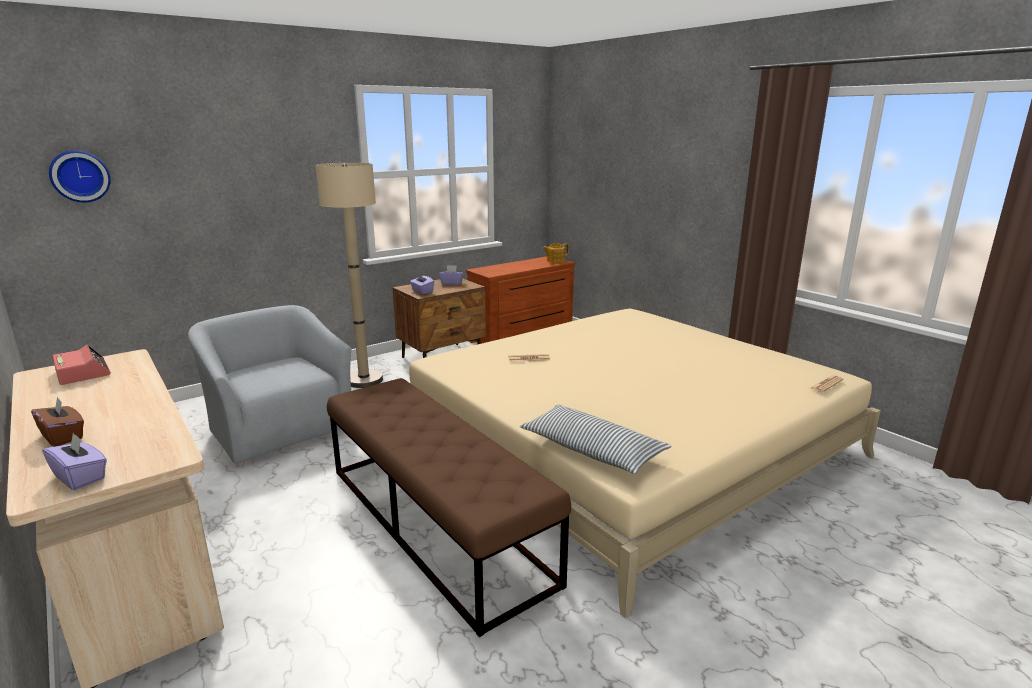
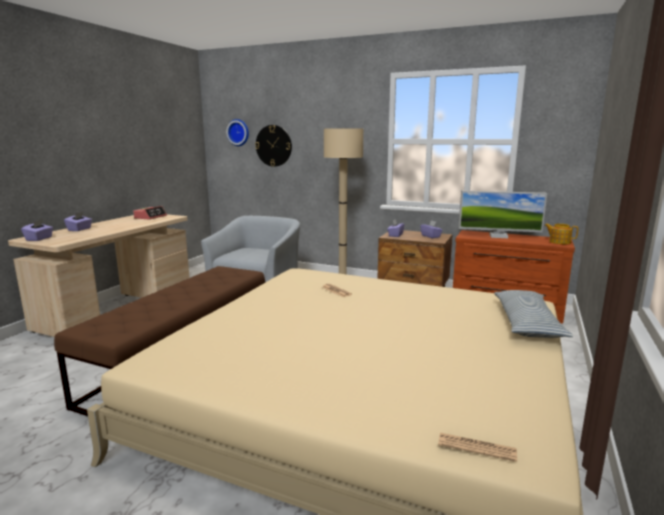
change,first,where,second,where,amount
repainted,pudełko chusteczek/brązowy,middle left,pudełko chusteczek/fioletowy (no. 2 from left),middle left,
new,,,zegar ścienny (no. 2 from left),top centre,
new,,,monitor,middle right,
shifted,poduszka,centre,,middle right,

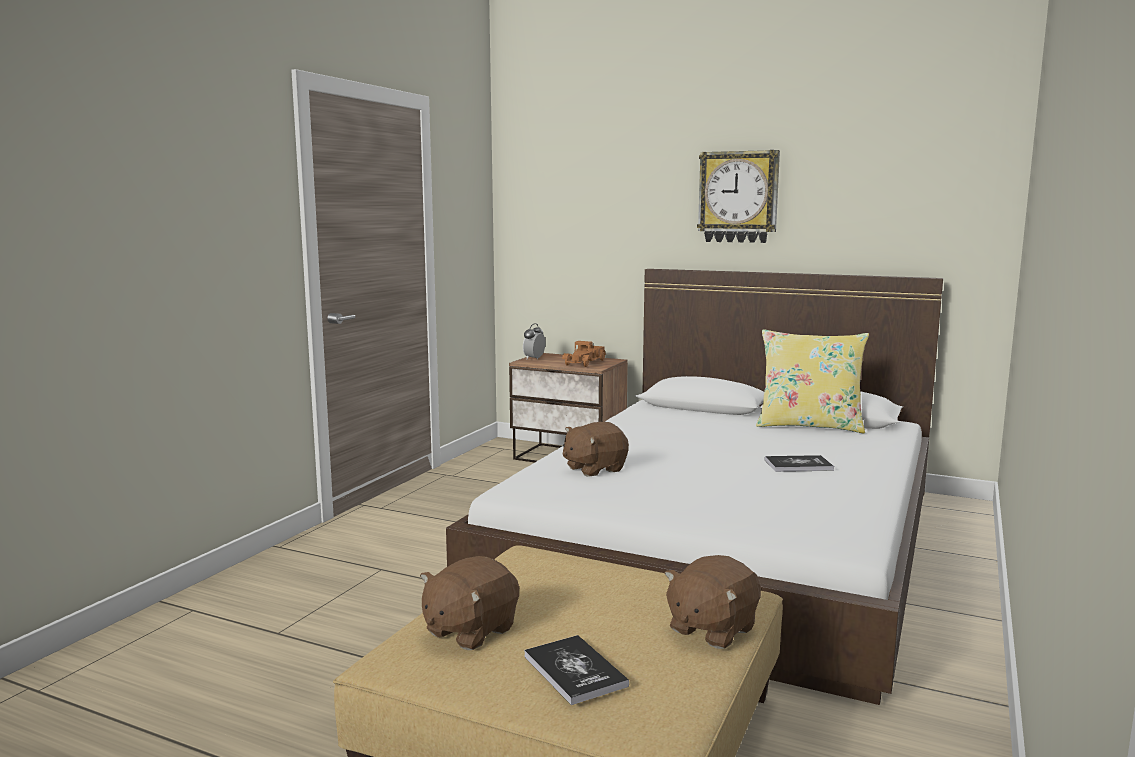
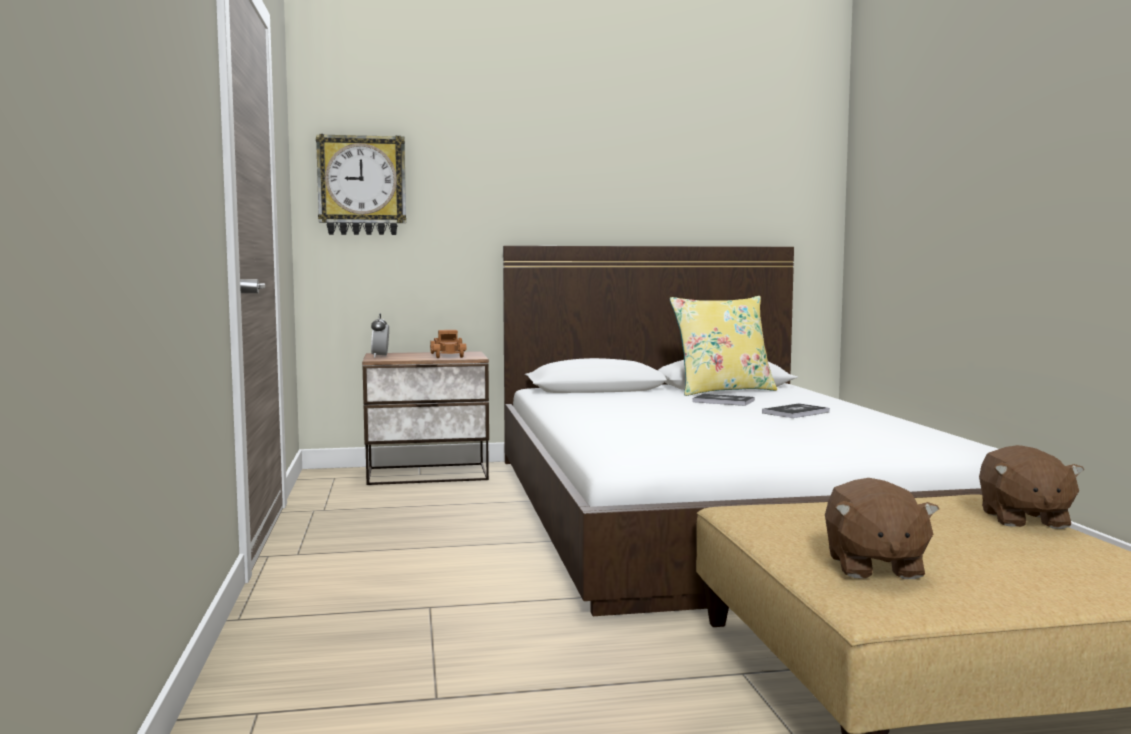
change,first,where,second,where,amount
shifted,zegar ścienny,top centre,,top left,
shifted,książka (no. 1 from left),bottom centre,,centre,
gone,pluszak/brązowy (no. 2 from left),centre,,,

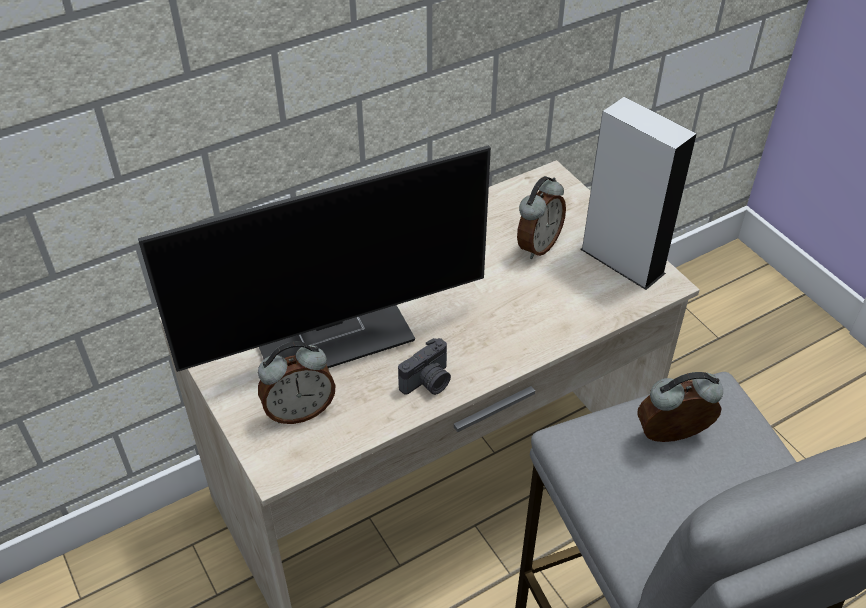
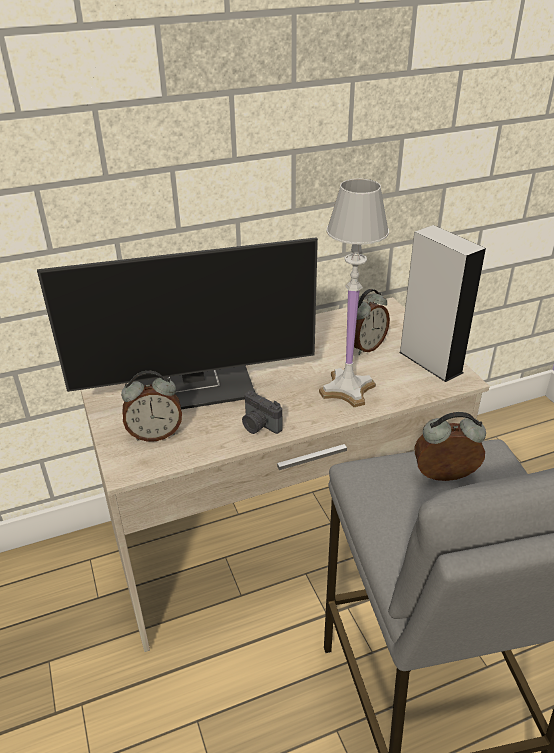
change,first,where,second,where,amount
rotated,aparat fotograficzny,centre,,centre,75 degrees clockwise
new,,,lampa stołowa/biały,centre,

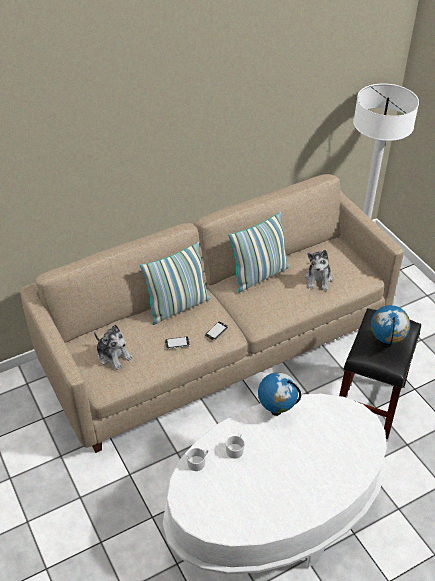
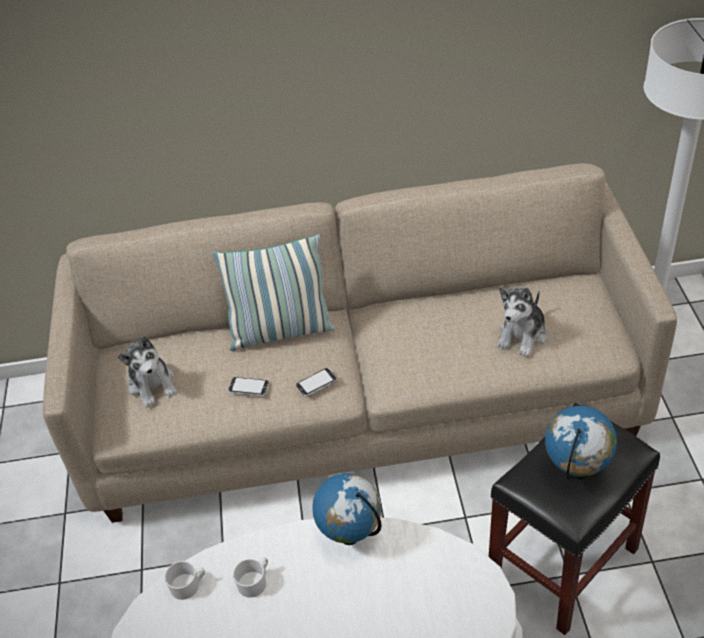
change,first,where,second,where,amount
gone,poduszka (no. 2 from left),centre,,,

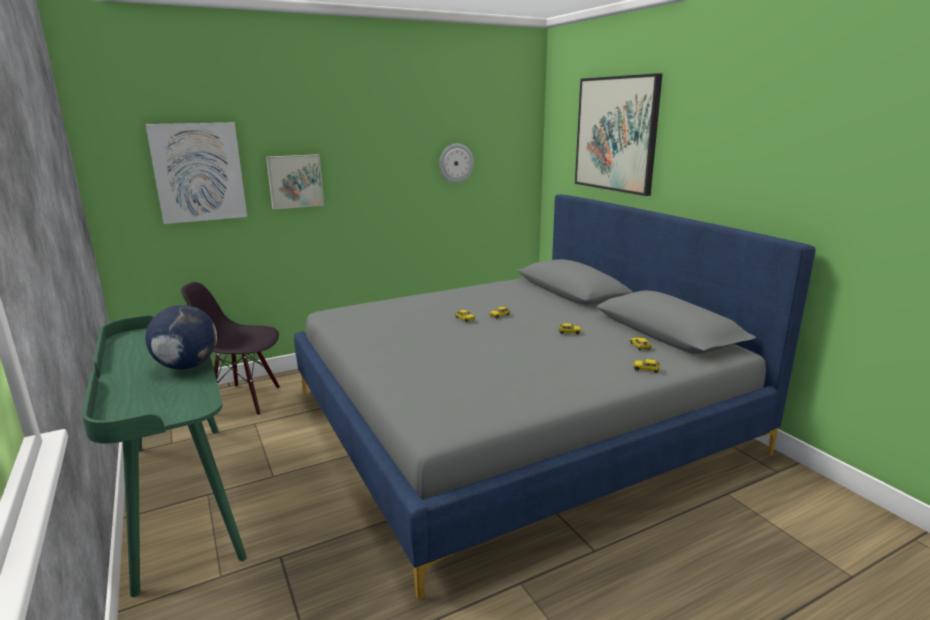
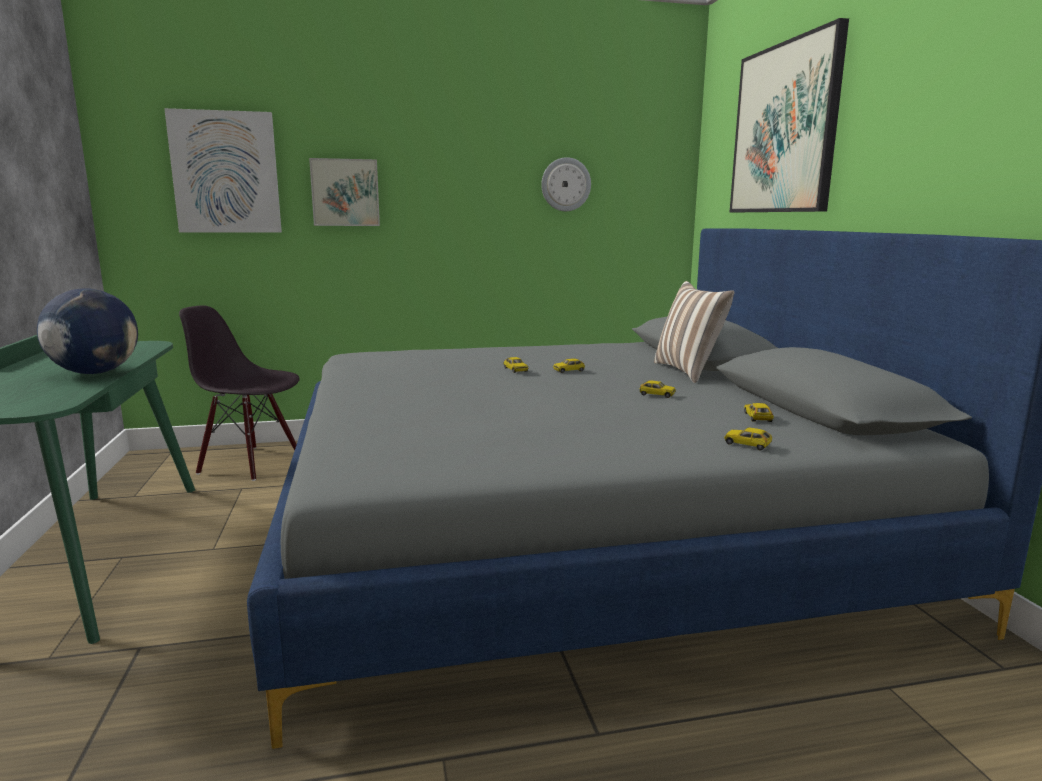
change,first,where,second,where,amount
new,,,poduszka,centre,

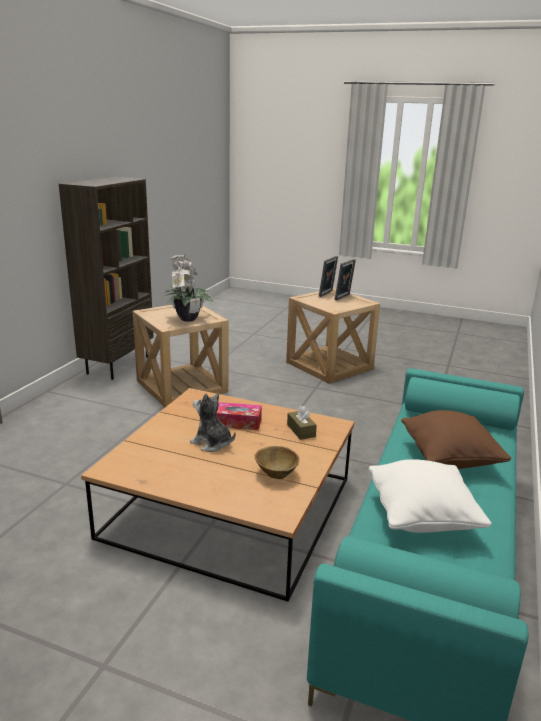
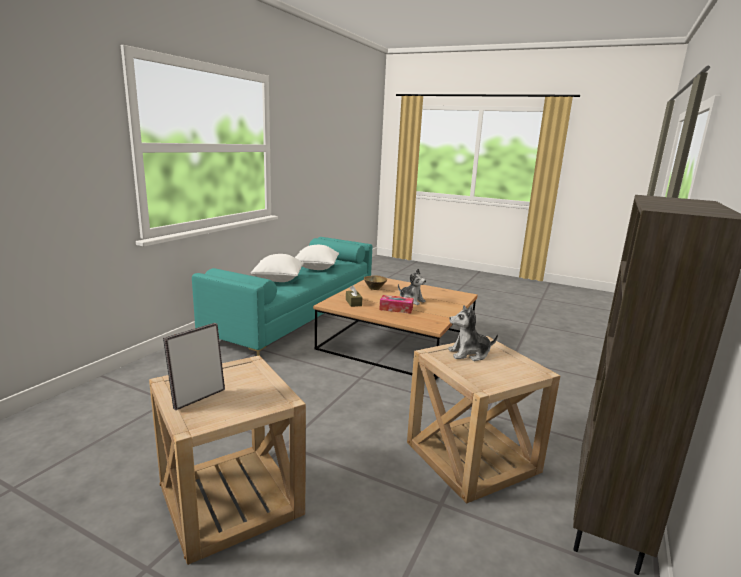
change,first,where,second,where,amount
repainted,poduszka/brązowy,middle right,poduszka/biały (no. 1 from left),centre,
swapped,roślina doniczkowa,centre,pluszak (no. 2 from left),centre,
gone,ramka na zdjęcie (no. 1 from left),centre,,,

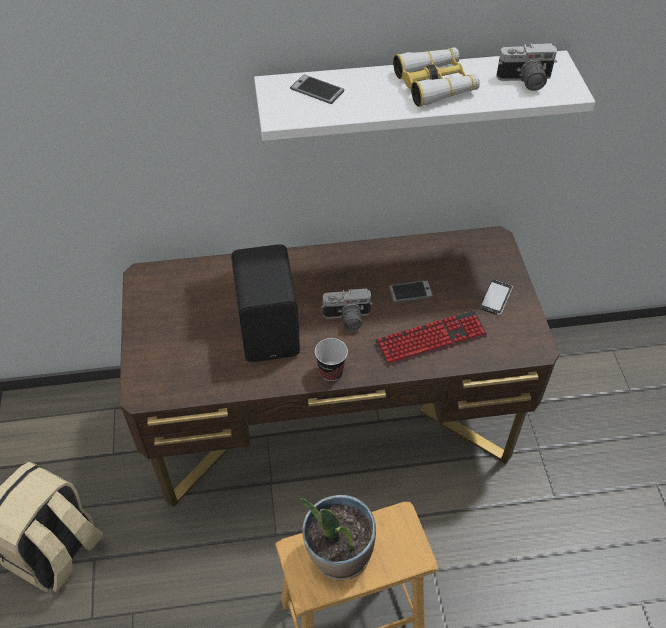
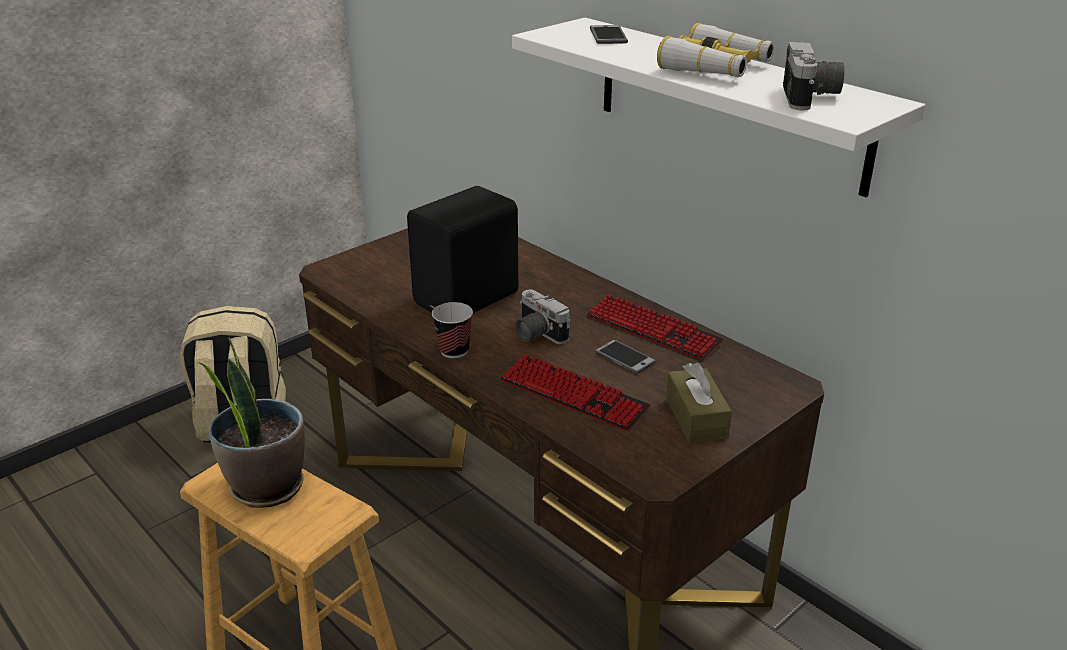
change,first,where,second,where,amount
new,,,klawiatura (no. 2 from left),centre,
swapped,telefon (no. 3 from left),middle right,pudełko chusteczek/brązowy,centre,
rotated,aparat fotograficzny (no. 2 from left),top right,,top right,135 degrees counterclockwise

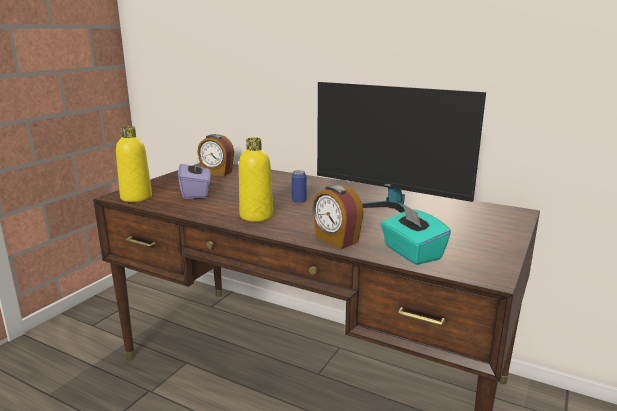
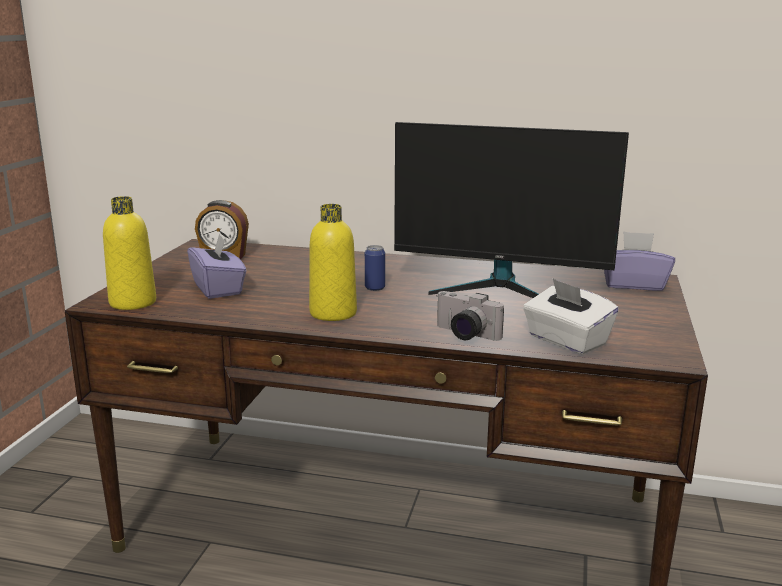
change,first,where,second,where,amount
swapped,budzik (no. 2 from left),centre,aparat fotograficzny,centre,
repainted,pudełko chusteczek/turkusowy,middle right,pudełko chusteczek/biały,middle right,
new,,,pudełko chusteczek/fioletowy (no. 2 from left),middle right,

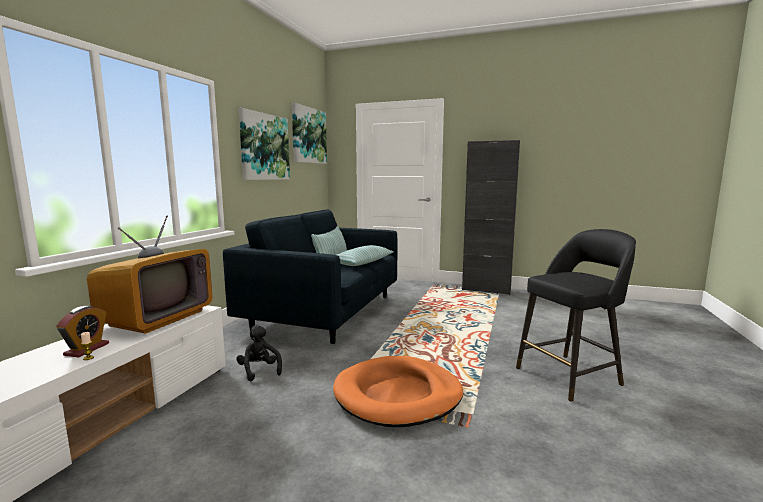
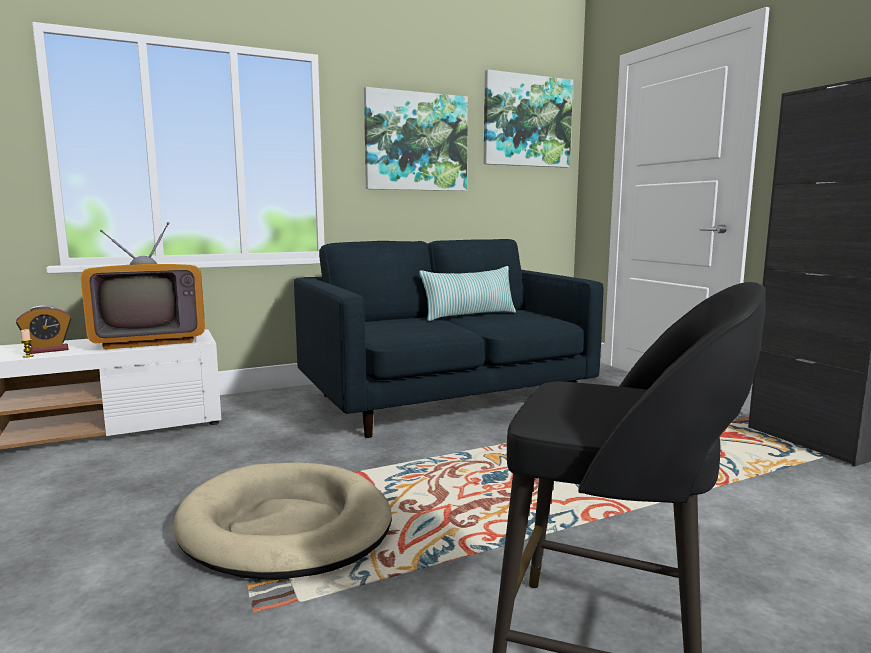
change,first,where,second,where,amount
repainted,legowisko/pomarańczowy,bottom centre,legowisko/beżowy,bottom left,
gone,pluszak/czarny,bottom centre,,,
gone,poduszka (no. 2 from left),centre,,,

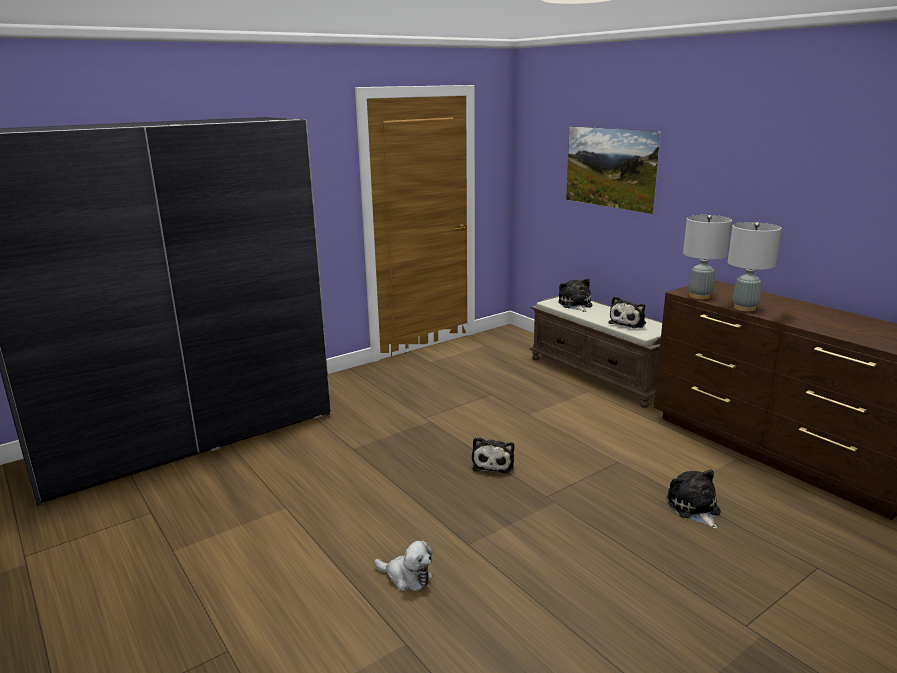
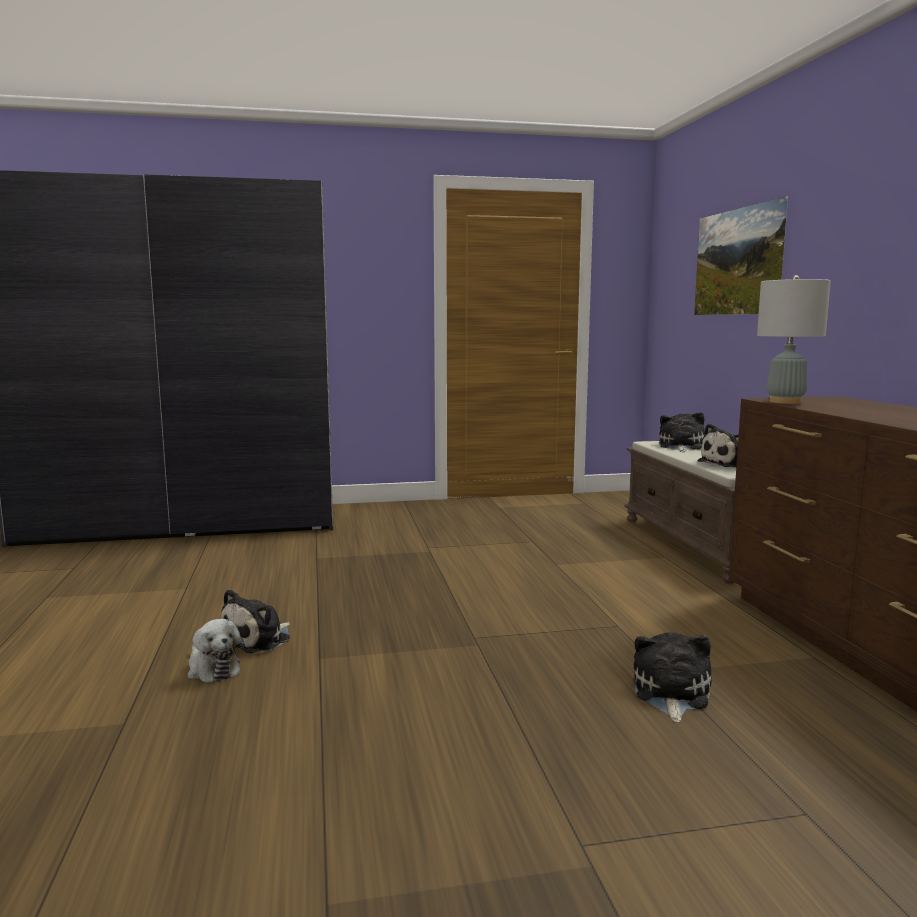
change,first,where,second,where,amount
shifted,pluszak (no. 2 from left),bottom centre,,bottom left,
gone,lampa stołowa/szary (no. 2 from left),middle right,,,

